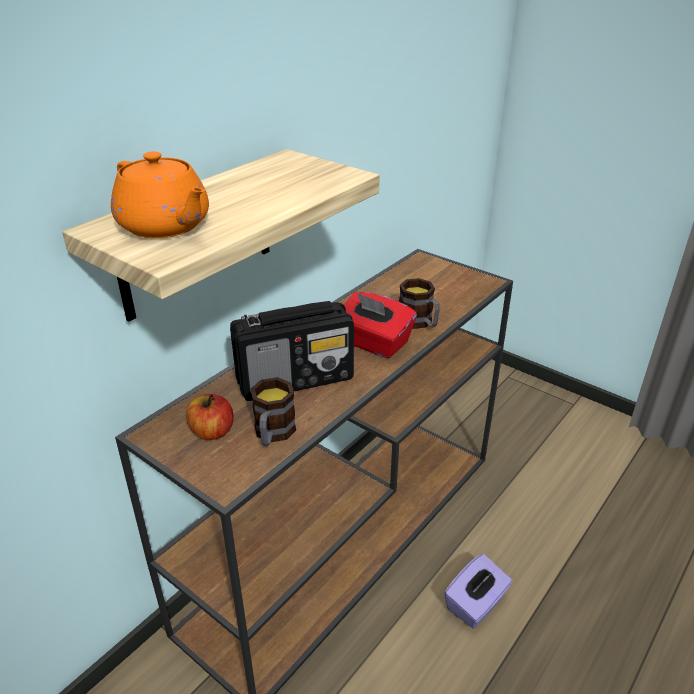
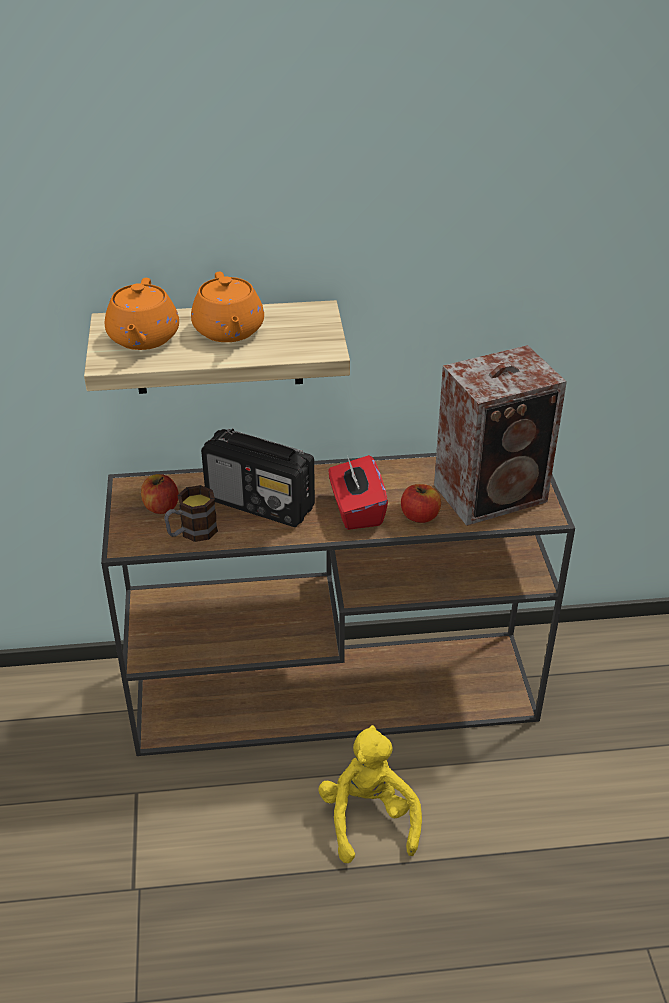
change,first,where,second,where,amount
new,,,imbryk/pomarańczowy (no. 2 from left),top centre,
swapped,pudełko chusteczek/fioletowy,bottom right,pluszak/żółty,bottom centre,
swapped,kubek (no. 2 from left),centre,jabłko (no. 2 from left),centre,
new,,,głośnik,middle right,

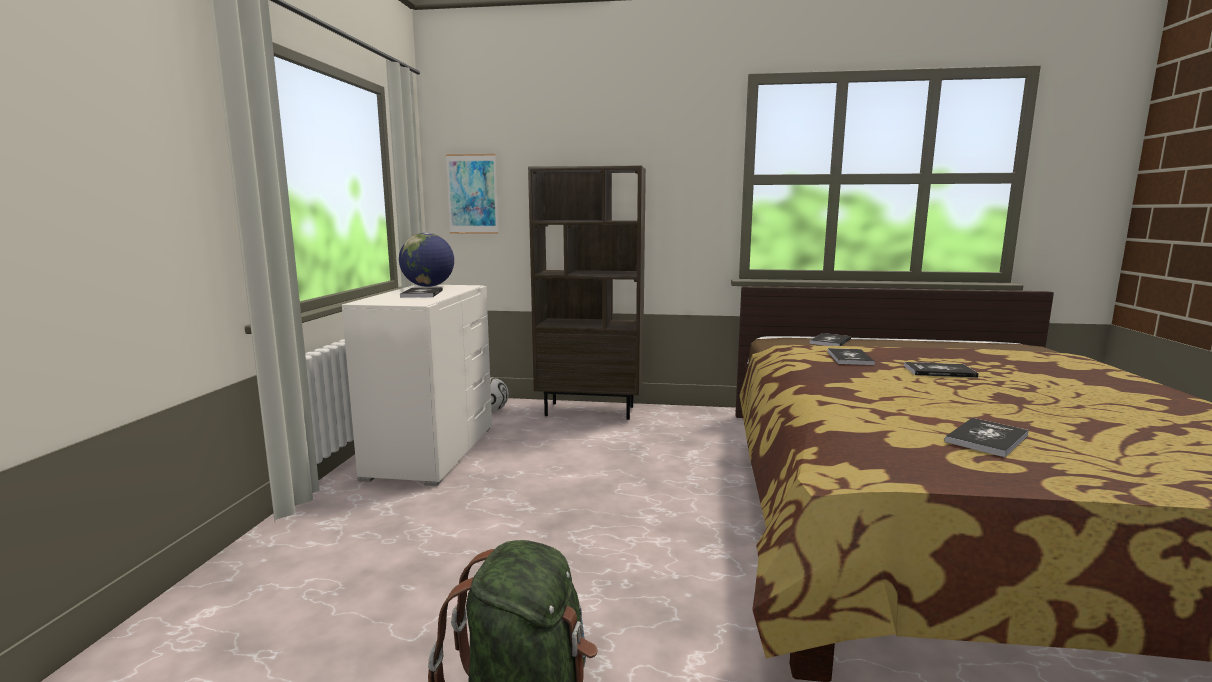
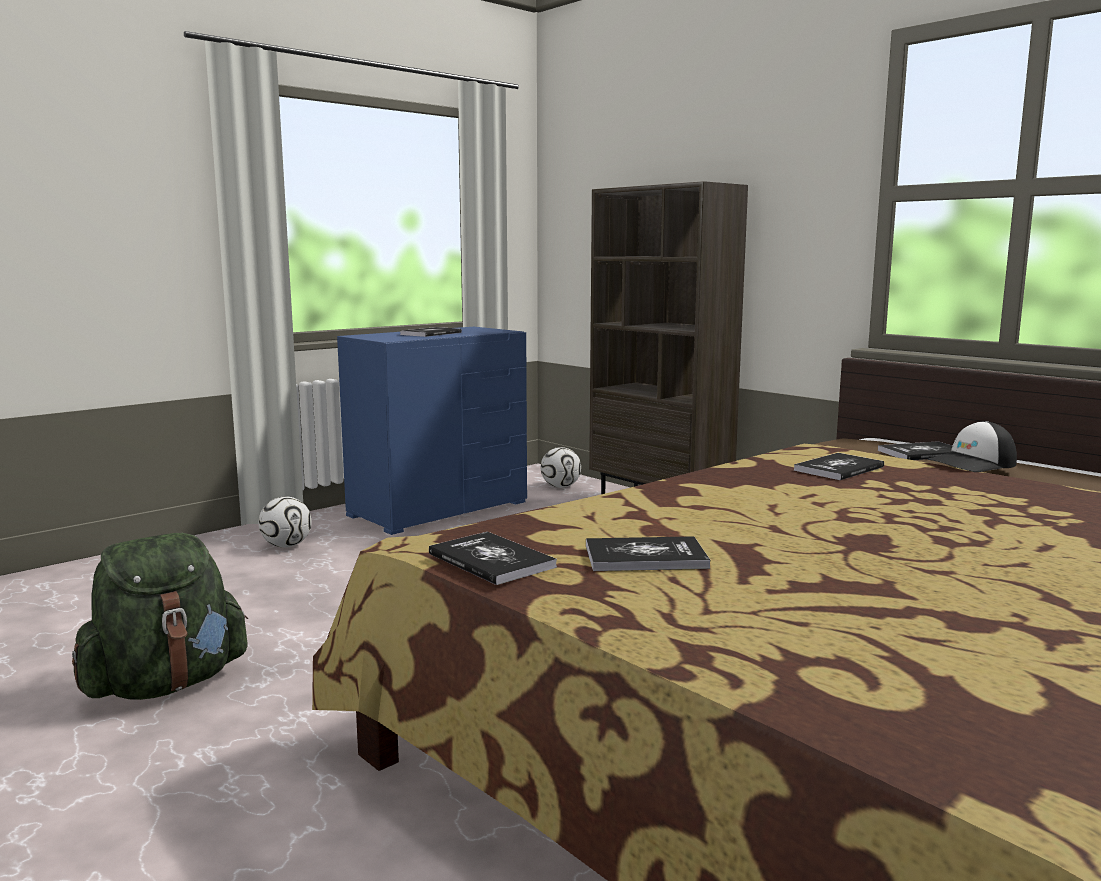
change,first,where,second,where,amount
new,,,piłka futbolowa (no. 1 from left),middle left,
repainted,komoda/biały,centre,komoda/niebieski,centre,
shifted,książka (no. 4 from left in the first image),middle right,książka (no. 2 from left),centre,
new,,,czapka z daszkiem,middle right,
gone,globus,centre,,,
gone,obraz,top centre,,,

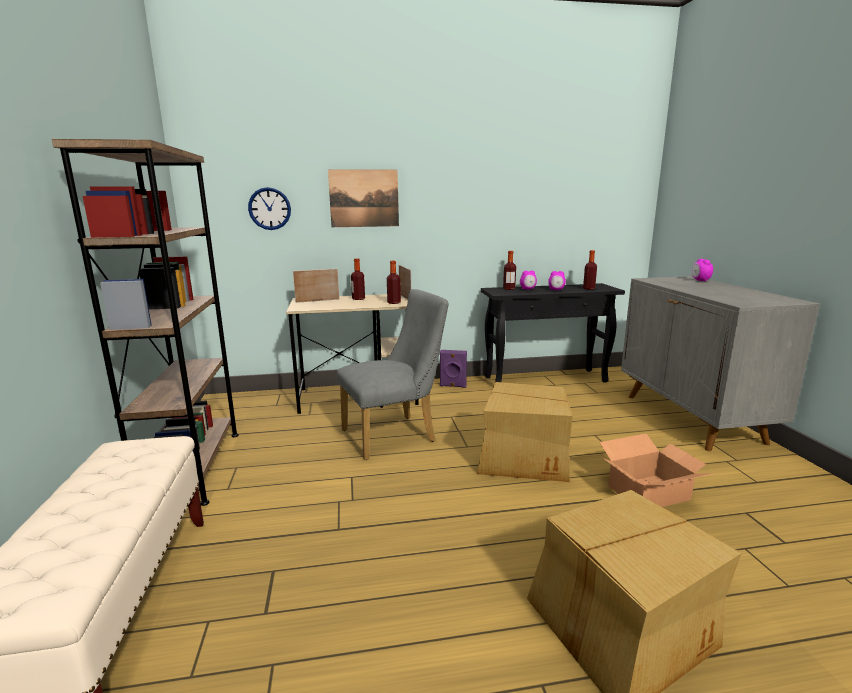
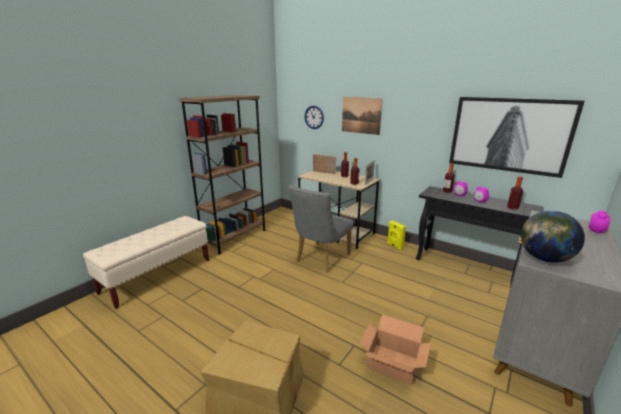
change,first,where,second,where,amount
rotated,krzesło/szary,centre,,centre,105 degrees clockwise
repainted,głośnik/fioletowy,centre,głośnik/żółty,centre,
new,,,obraz (no. 2 from left),top right,
new,,,globus,middle right,
gone,karton (no. 1 from left),centre,,,

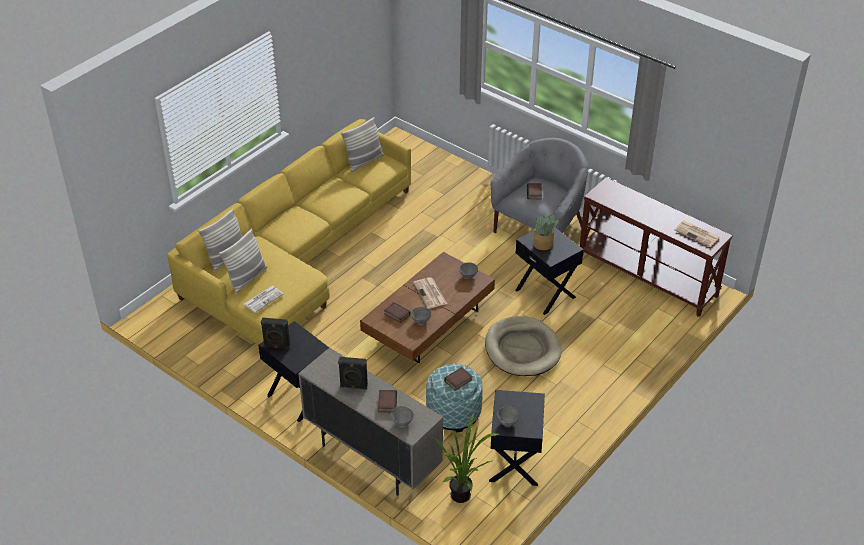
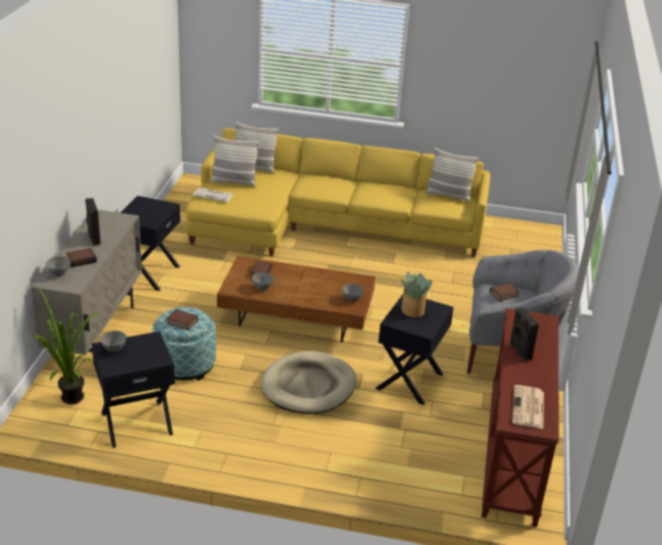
change,first,where,second,where,amount
shifted,głośnik/czarny (no. 1 from left in the first image),middle left,głośnik/czarny (no. 2 from left),middle right,
gone,gazeta (no. 2 from left),centre,,,

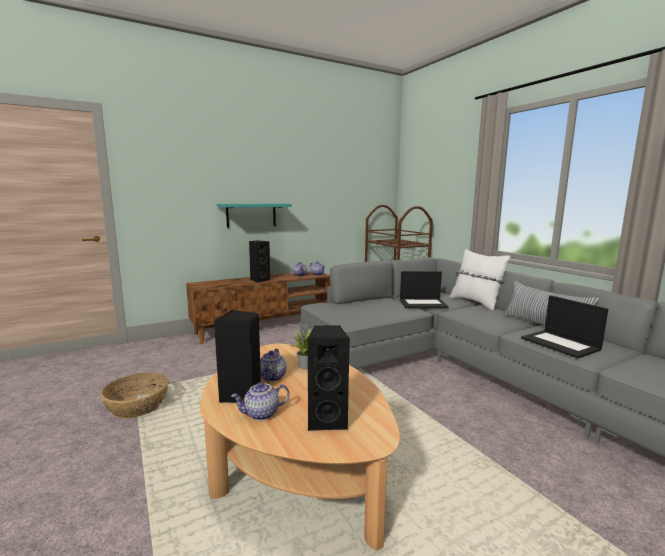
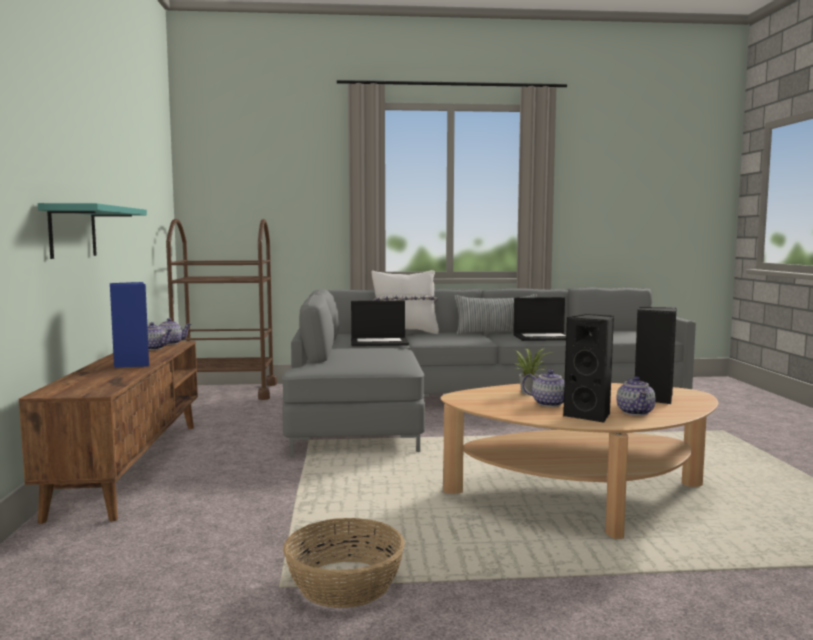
change,first,where,second,where,amount
repainted,głośnik/czarny (no. 2 from left),centre,głośnik/niebieski,middle left,
rotated,laptop (no. 1 from left),centre,,centre,60 degrees clockwise

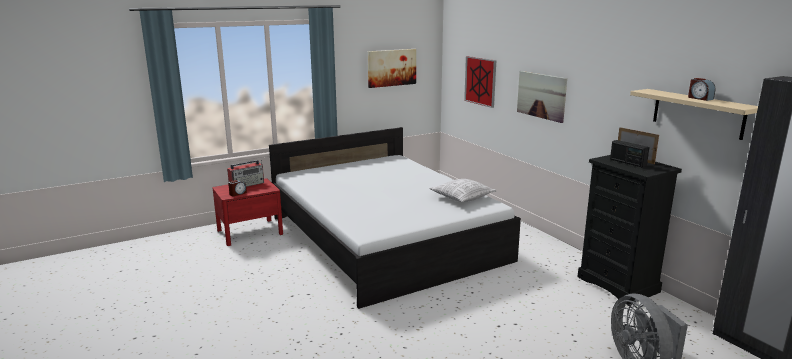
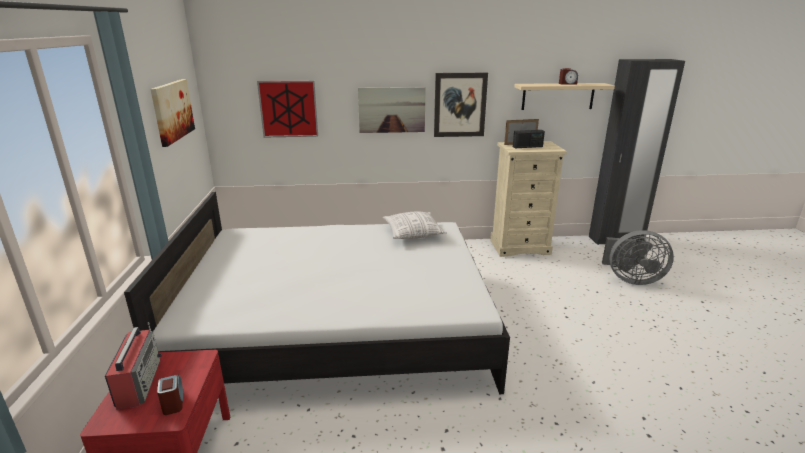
change,first,where,second,where,amount
new,,,obraz (no. 4 from left),top centre,
repainted,komoda/czarny,middle right,komoda/beżowy,centre,

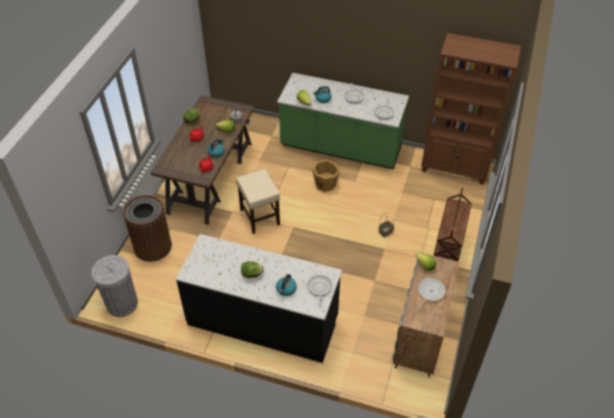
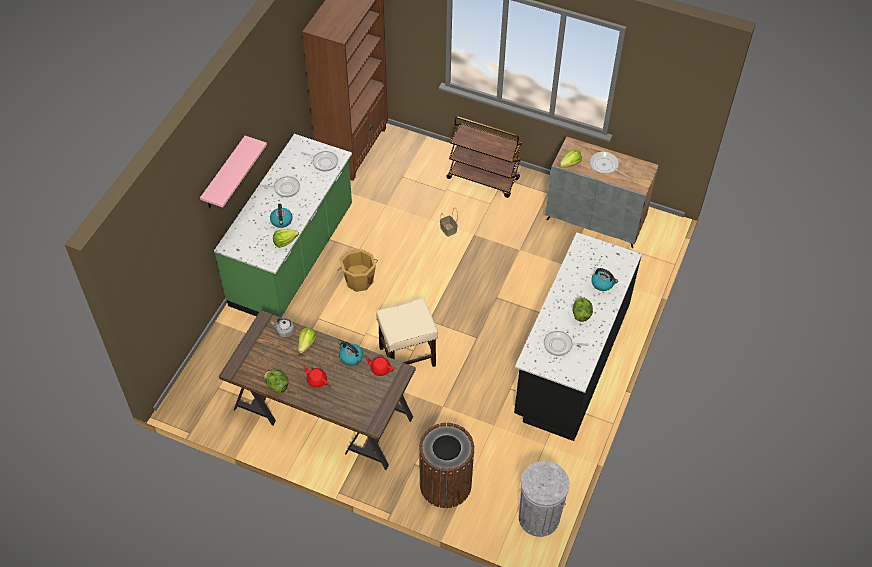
change,first,where,second,where,amount
new,,,półka/różowy,top left,
shifted,patelnia (no. 1 from left in the first image),bottom centre,patelnia (no. 3 from left),centre,

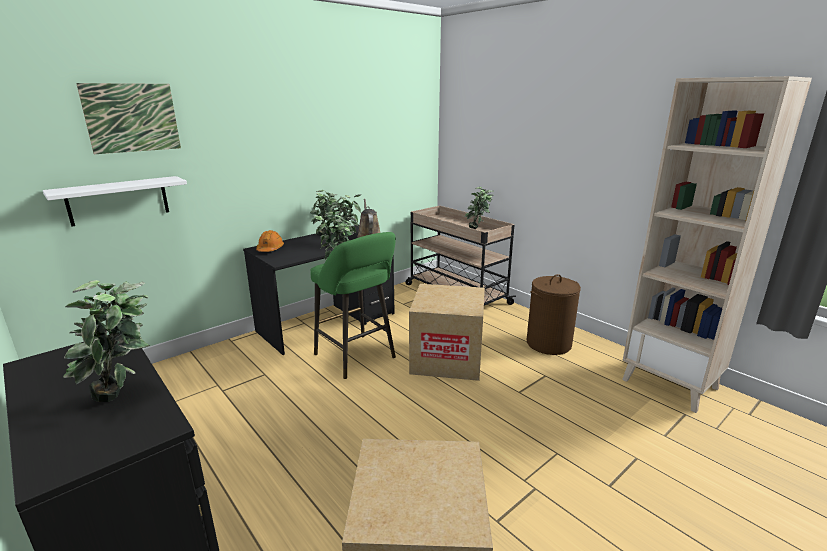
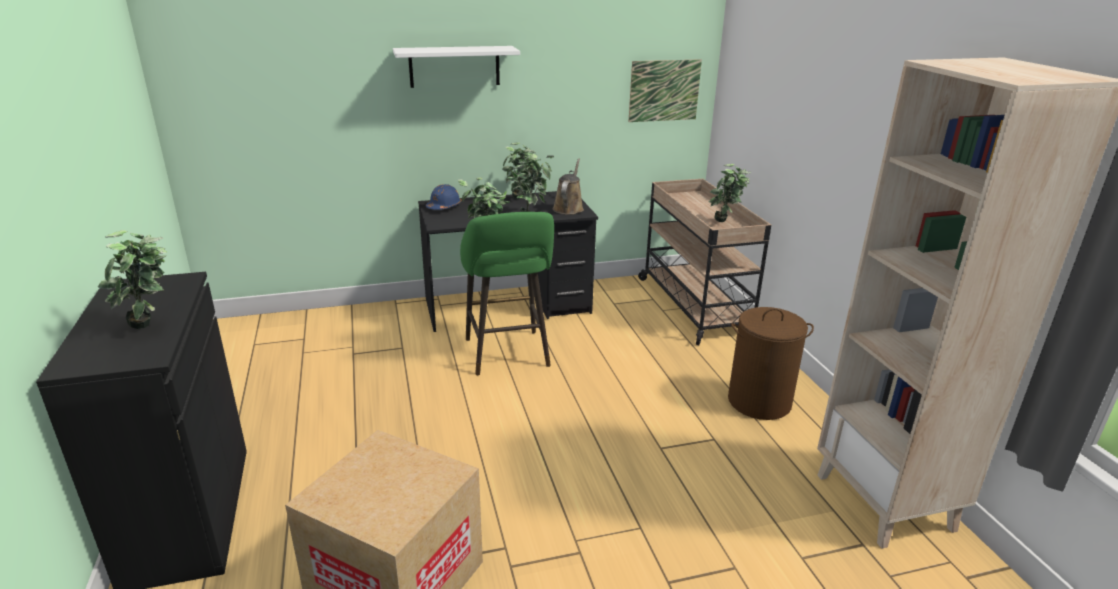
change,first,where,second,where,amount
shifted,półka/biały,middle left,,top centre,
repainted,kask/pomarańczowy,middle left,kask/niebieski,centre,
shifted,obraz,top left,,top centre,
gone,karton (no. 2 from left),centre,,,

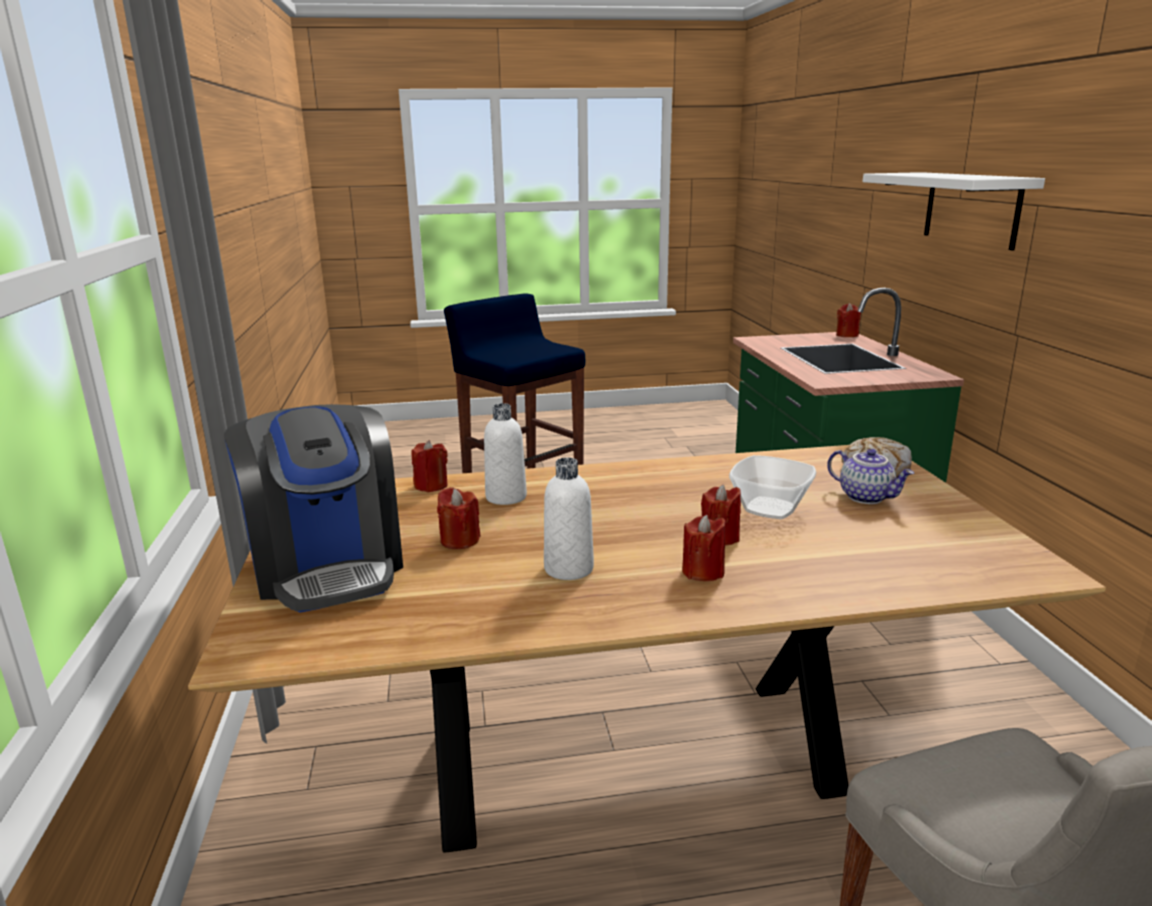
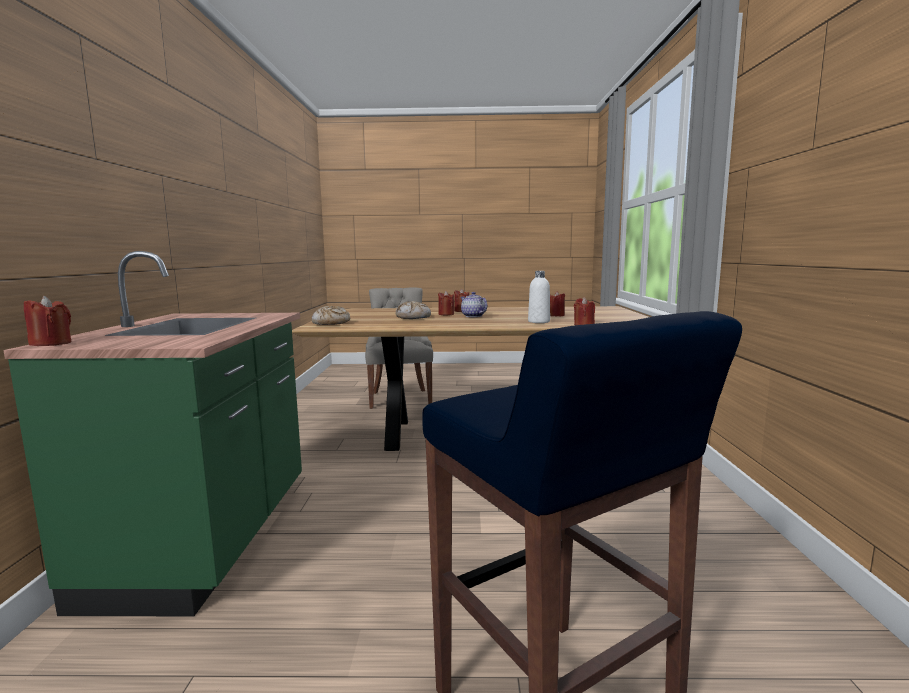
change,first,where,second,where,amount
swapped,miska,middle right,chleb (no. 2 from left),centre,
shifted,imbryk,middle right,,centre,
gone,ekspres do kawy,middle left,,,
gone,butelka/biały (no. 2 from left),centre,,,
gone,półka/biały,top right,,,

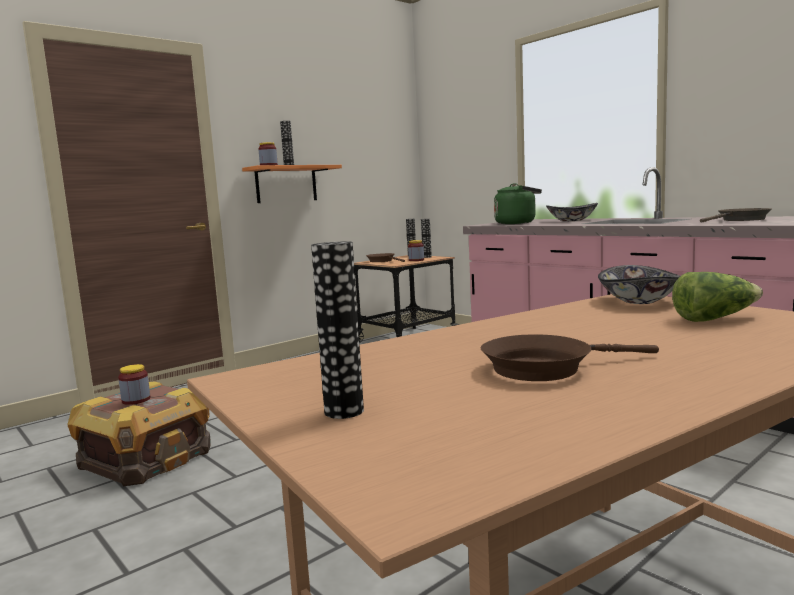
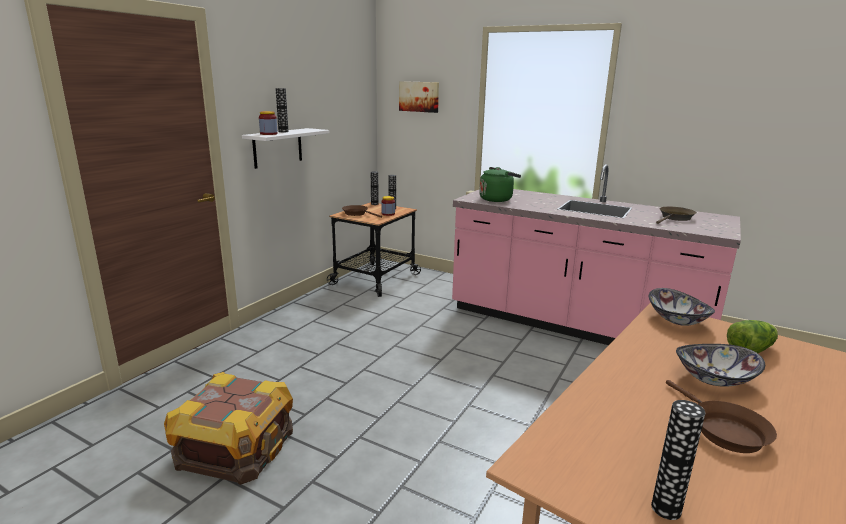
change,first,where,second,where,amount
repainted,półka/pomarańczowy,top centre,półka/biały,top centre,
new,,,obraz,top centre,
rotated,patelnia/brązowy (no. 2 from left in the first image),middle right,patelnia/brązowy (no. 3 from left),bottom right,75 degrees counterclockwise
shifted,miska (no. 1 from left in the first image),middle right,miska (no. 2 from left),bottom right,
gone,słoik (no. 1 from left),middle left,,,

